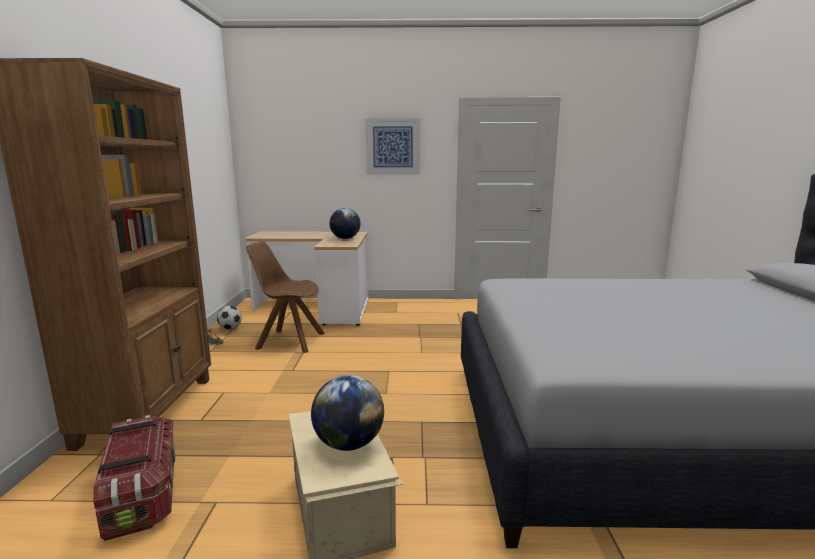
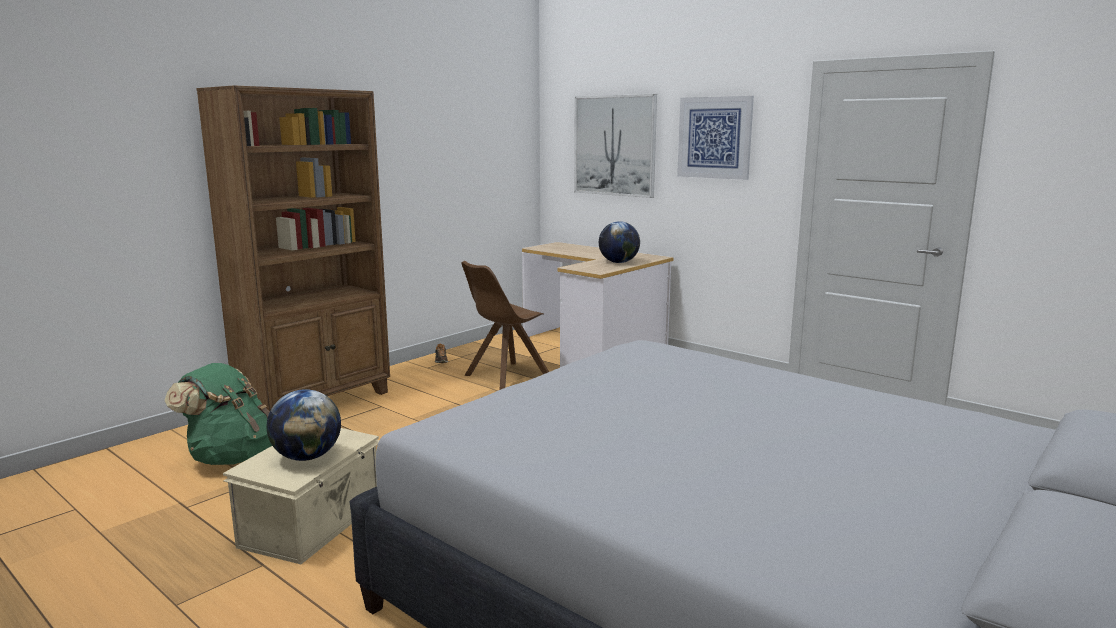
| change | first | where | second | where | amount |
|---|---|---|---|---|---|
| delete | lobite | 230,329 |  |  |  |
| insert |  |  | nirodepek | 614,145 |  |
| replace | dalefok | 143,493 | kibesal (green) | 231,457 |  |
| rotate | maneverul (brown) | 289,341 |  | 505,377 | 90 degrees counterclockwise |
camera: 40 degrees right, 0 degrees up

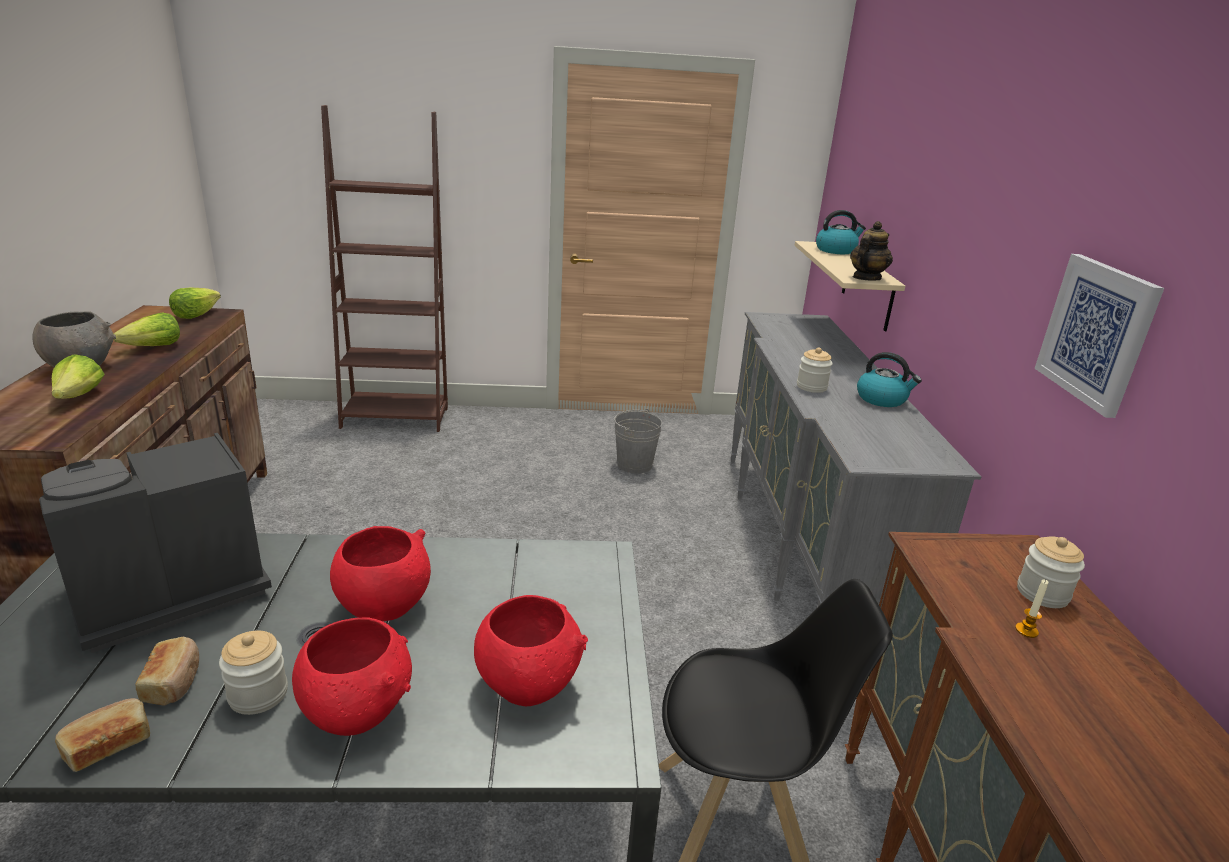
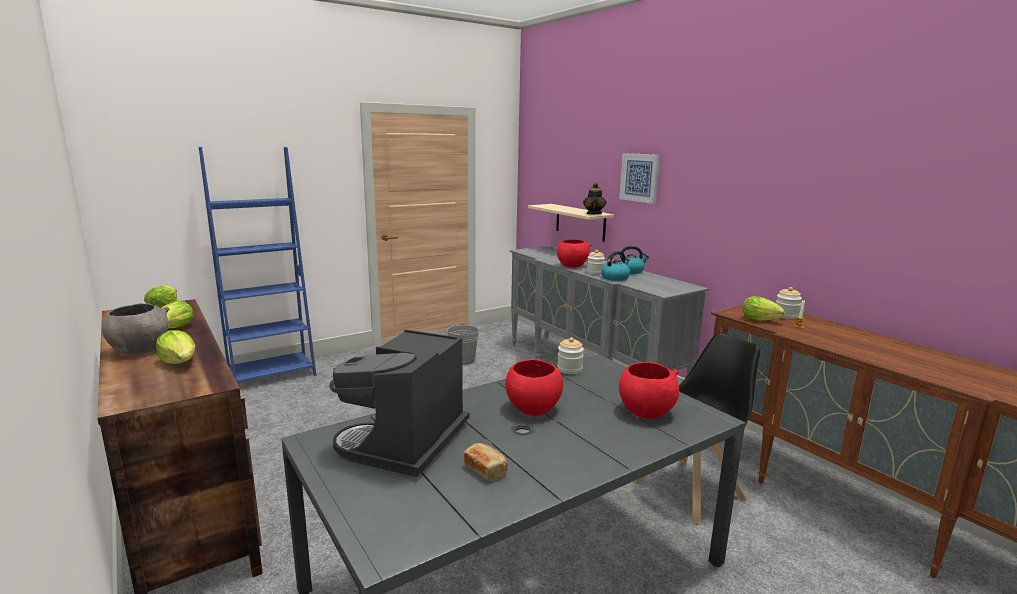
| change | first | where | second | where | amount |
|---|---|---|---|---|---|
| delete | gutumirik | 108,745 |  |  |  |
| insert |  |  | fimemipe | 761,320 |  |
| move | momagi | 258,694 |  | 569,369 |  |
| move | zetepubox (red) | 357,712 |  | 572,265 |  |
| move | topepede | 836,250 |  | 615,277 |  |
| move | nirodepek | 1097,332 |  | 640,177 |  |
| recolor | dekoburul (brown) | 395,417 | dekoburul (blue) | 272,375 |  |
camera: 30 degrees left, 10 degrees down

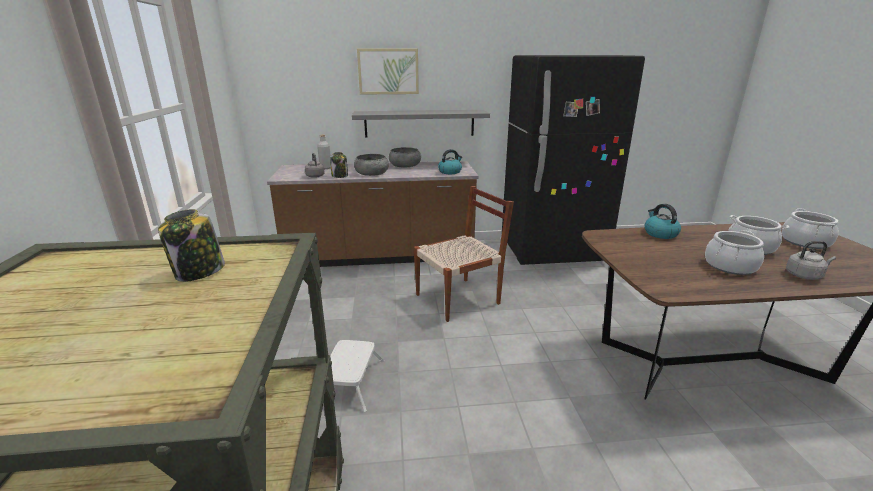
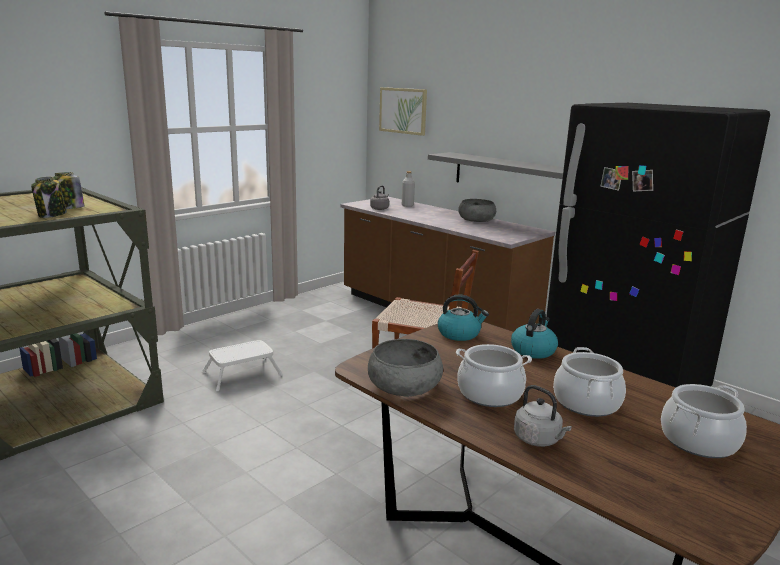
| change | first | where | second | where | amount |
|---|---|---|---|---|---|
| move | momagi | 340,176 |  | 52,215 |  |
| move | zetepubox (grey) | 371,173 |  | 404,385 |  |
| move | nirodepek | 388,71 |  | 403,110 |  |
| move | topepede | 450,172 |  | 459,334 |  |
camera: 50 degrees right, 5 degrees down

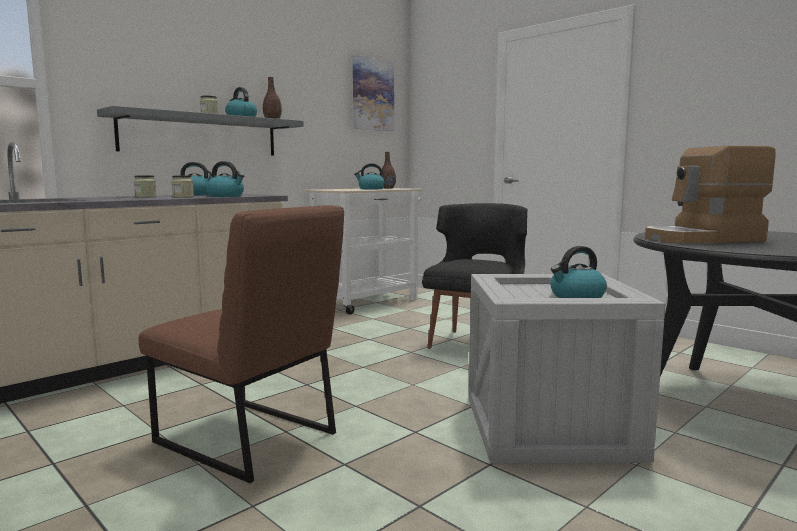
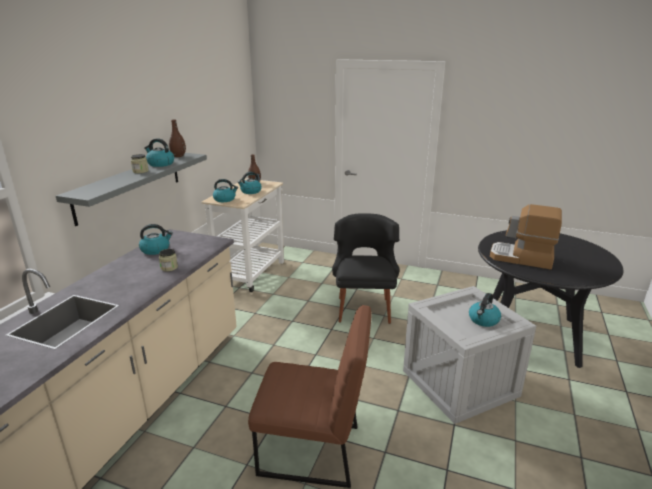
| change | first | where | second | where | amount |
|---|---|---|---|---|---|
| delete | momagi | 145,197 |  |  |  |
| delete | nirodepek | 372,94 |  |  |  |
| move | topepede | 226,196 |  | 225,199 |  |
| rotate | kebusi | 703,239 |  | 521,258 | 60 degrees clockwise |
camera: 25 degrees left, 15 degrees up

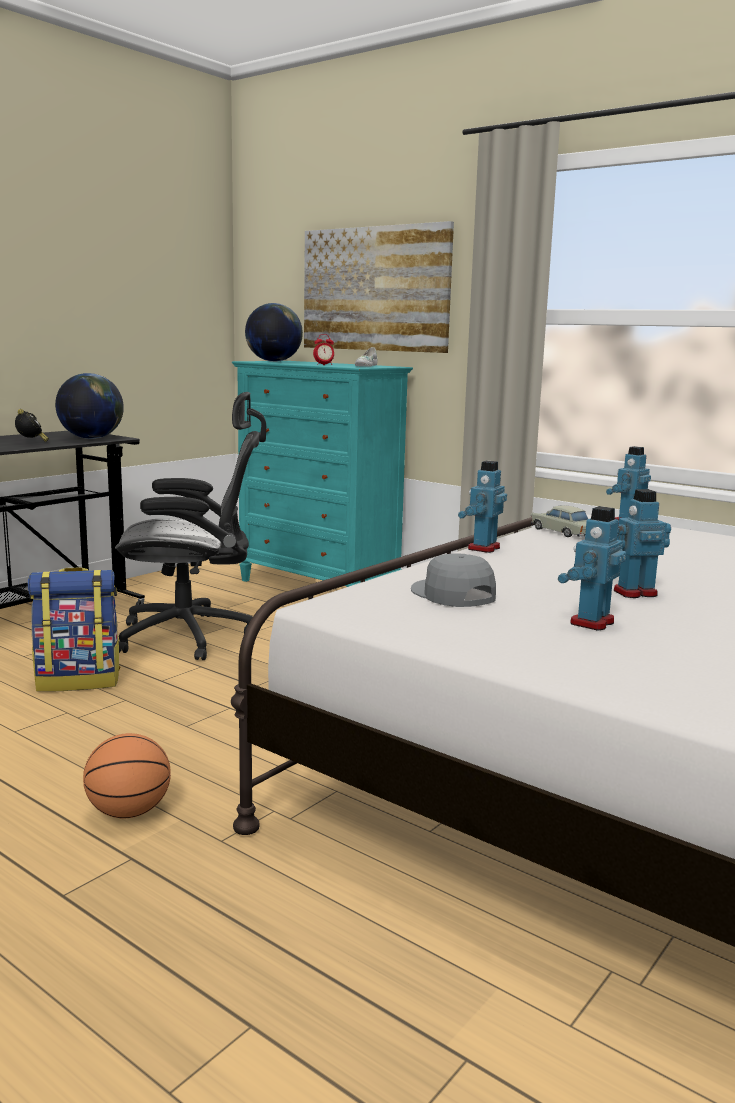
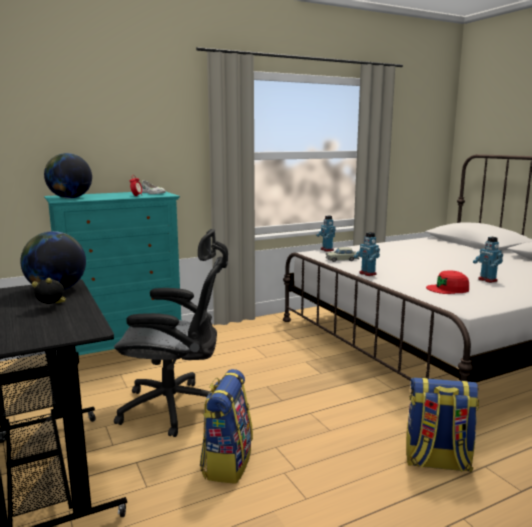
| change | first | where | second | where | amount |
|---|---|---|---|---|---|
| delete | nirodepek | 374,289 |  |  |  |
| delete | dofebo | 634,592 |  |  |  |
| replace | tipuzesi | 129,813 | kibesal | 437,462 |  |
| recolor | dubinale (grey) | 452,594 | dubinale (red) | 448,289 |  |
| rotate | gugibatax | 192,636 |  | 175,407 | 75 degrees clockwise |
camera: 65 degrees left, 0 degrees up

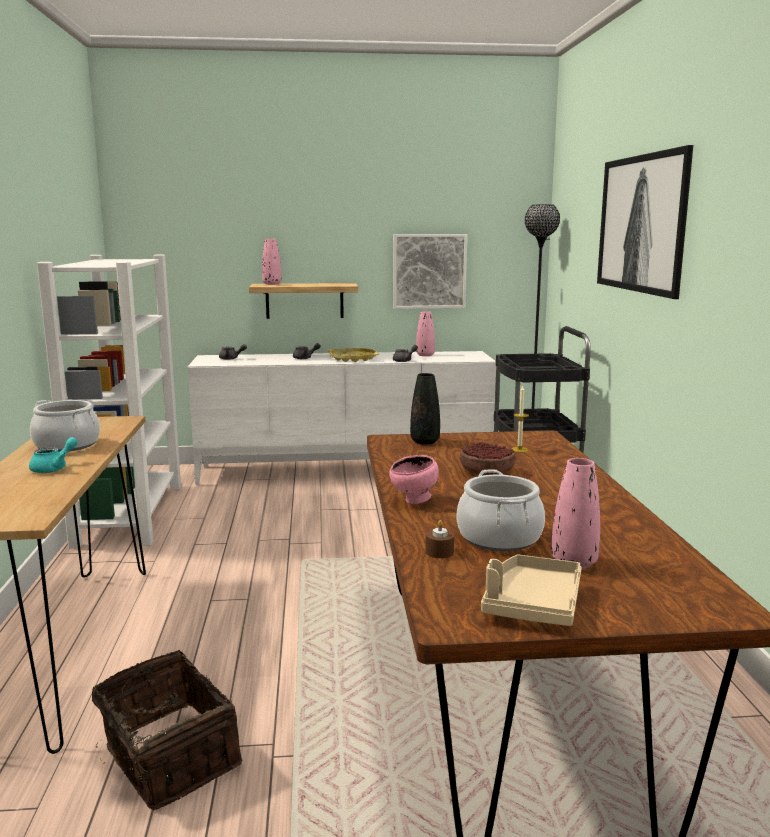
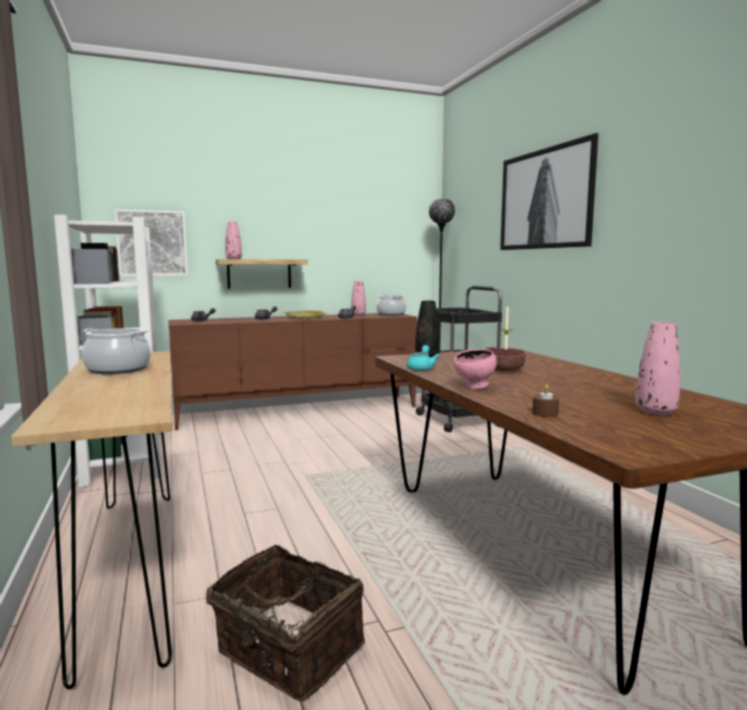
| change | first | where | second | where | amount |
|---|---|---|---|---|---|
| delete | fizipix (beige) | 532,604 |  |  |  |
| move | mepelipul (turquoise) | 54,468 |  | 422,368 |  |
| move | nirodepek | 429,271 |  | 152,243 |  |
| move | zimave | 499,537 |  | 391,314 |  |
| recolor | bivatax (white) | 346,471 | bivatax (brown) | 299,411 |  |
camera: 15 degrees left, 5 degrees down

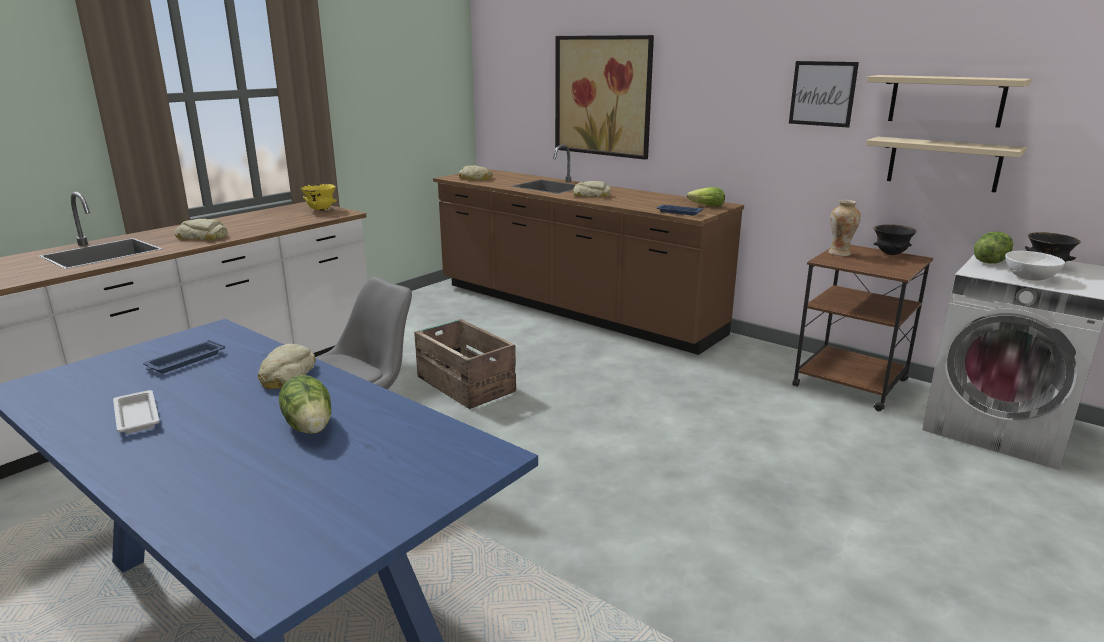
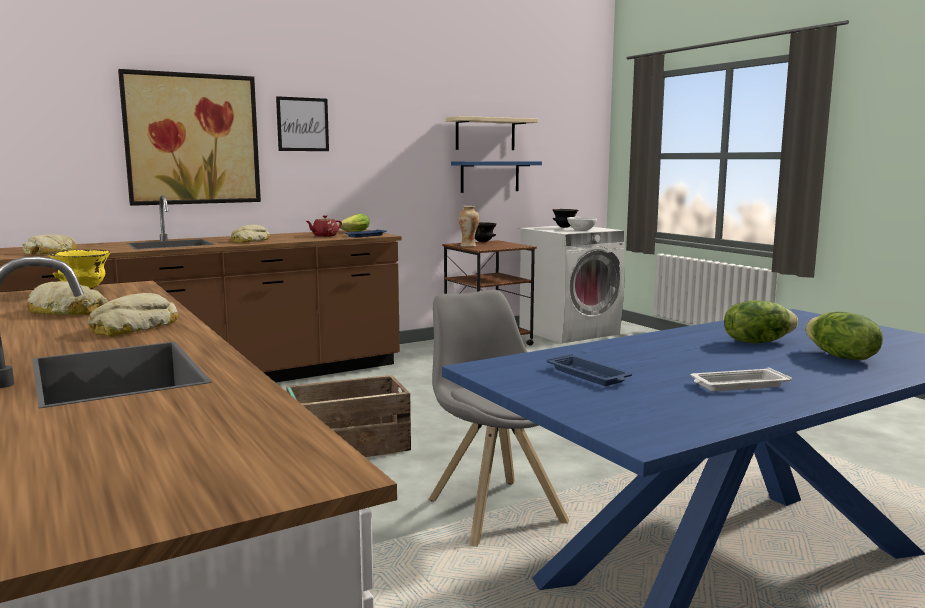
| change | first | where | second | where | amount |
|---|---|---|---|---|---|
| insert |  |  | mepelipul (red) | 324,236 |  |
| move | gutumirik | 286,375 |  | 67,311 |  |
| move | nirodepek | 822,93 |  | 302,124 |  |
| move | fimemipe | 990,261 |  | 840,357 |  |
| recolor | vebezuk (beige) | 943,164 | vebezuk (blue) | 490,176 |  |
camera: 70 degrees left, 10 degrees down

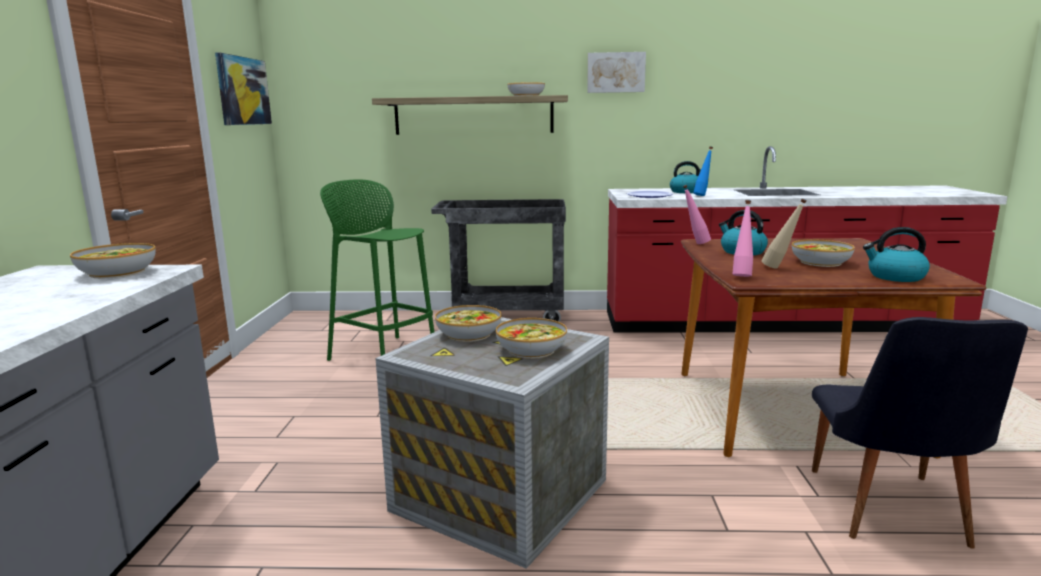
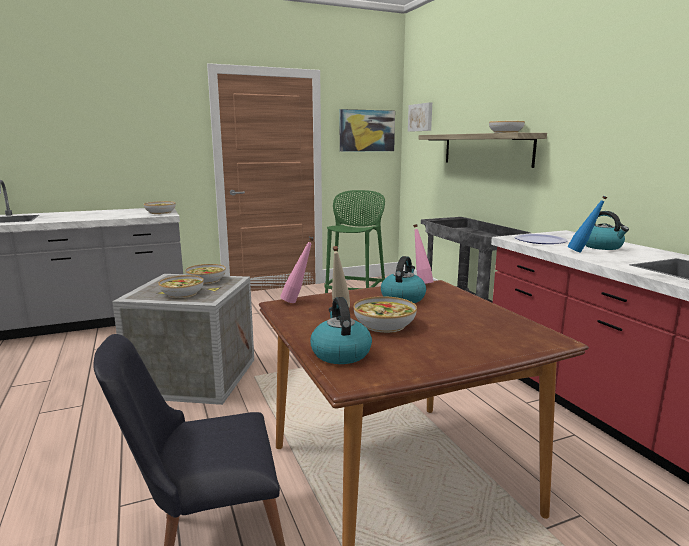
| change | first | where | second | where | amount |
|---|---|---|---|---|---|
| move | nirodepek | 616,72 |  | 421,117 |  |
camera: 65 degrees right, 0 degrees up

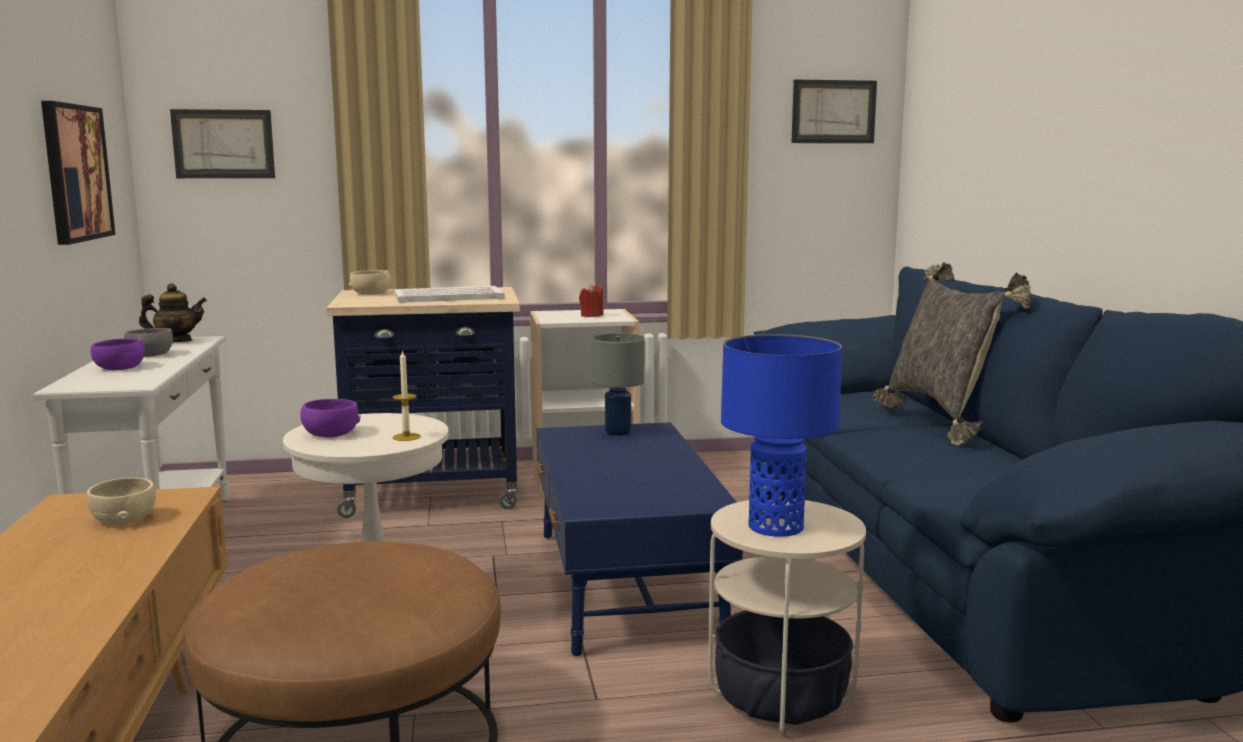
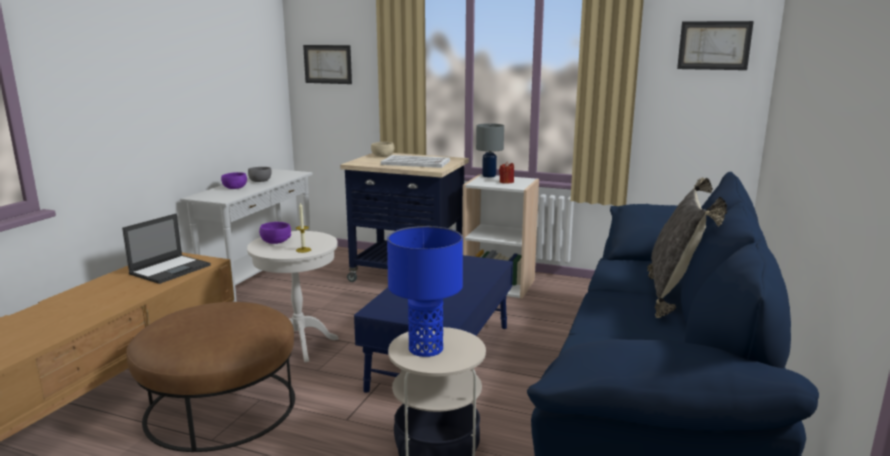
| change | first | where | second | where | amount |
|---|---|---|---|---|---|
| delete | nirodepek | 75,173 |  |  |  |
| delete | mepelipul | 176,341 |  |  |  |
| move | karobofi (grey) | 617,432 |  | 489,176 |  |
| replace | zetepubox (beige) | 123,519 | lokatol | 171,269 |  |
camera: 30 degrees right, 5 degrees up

